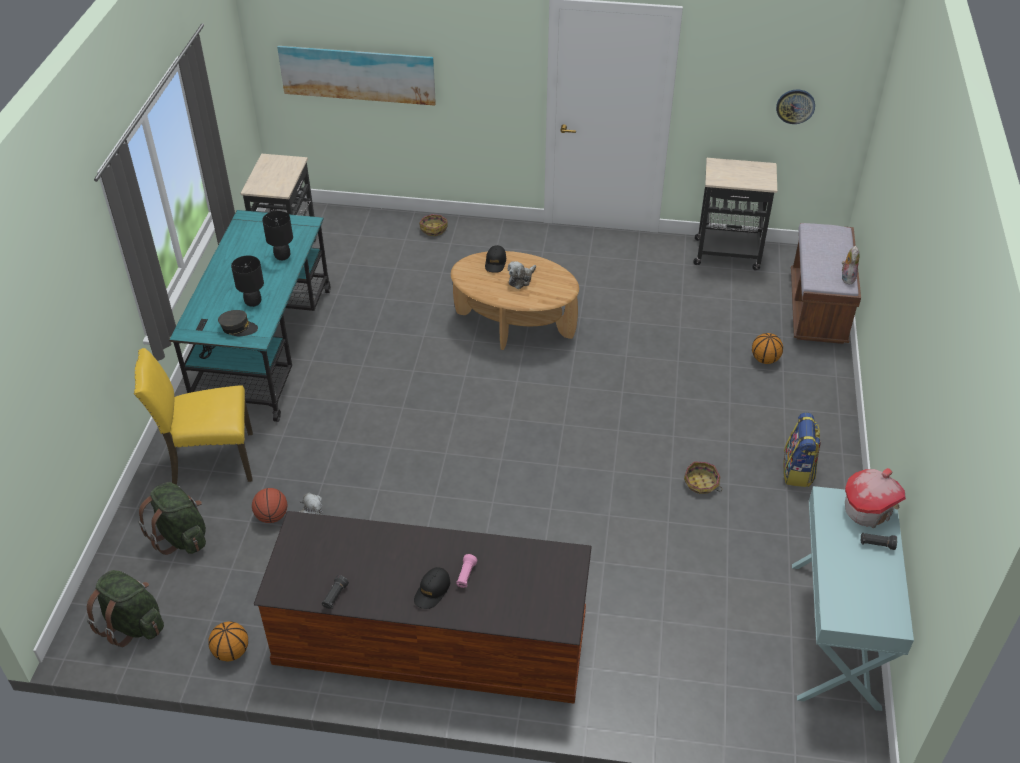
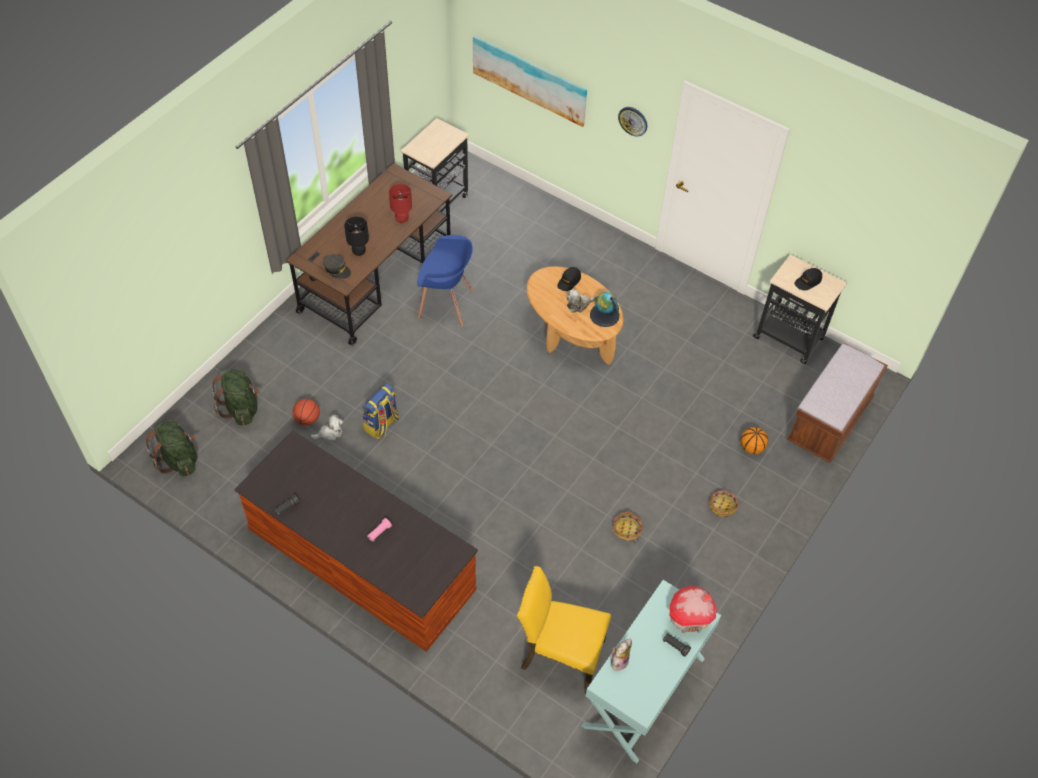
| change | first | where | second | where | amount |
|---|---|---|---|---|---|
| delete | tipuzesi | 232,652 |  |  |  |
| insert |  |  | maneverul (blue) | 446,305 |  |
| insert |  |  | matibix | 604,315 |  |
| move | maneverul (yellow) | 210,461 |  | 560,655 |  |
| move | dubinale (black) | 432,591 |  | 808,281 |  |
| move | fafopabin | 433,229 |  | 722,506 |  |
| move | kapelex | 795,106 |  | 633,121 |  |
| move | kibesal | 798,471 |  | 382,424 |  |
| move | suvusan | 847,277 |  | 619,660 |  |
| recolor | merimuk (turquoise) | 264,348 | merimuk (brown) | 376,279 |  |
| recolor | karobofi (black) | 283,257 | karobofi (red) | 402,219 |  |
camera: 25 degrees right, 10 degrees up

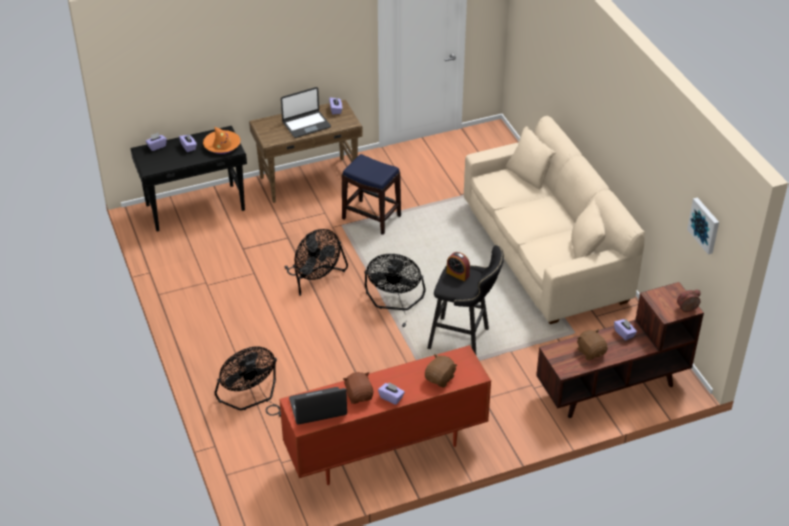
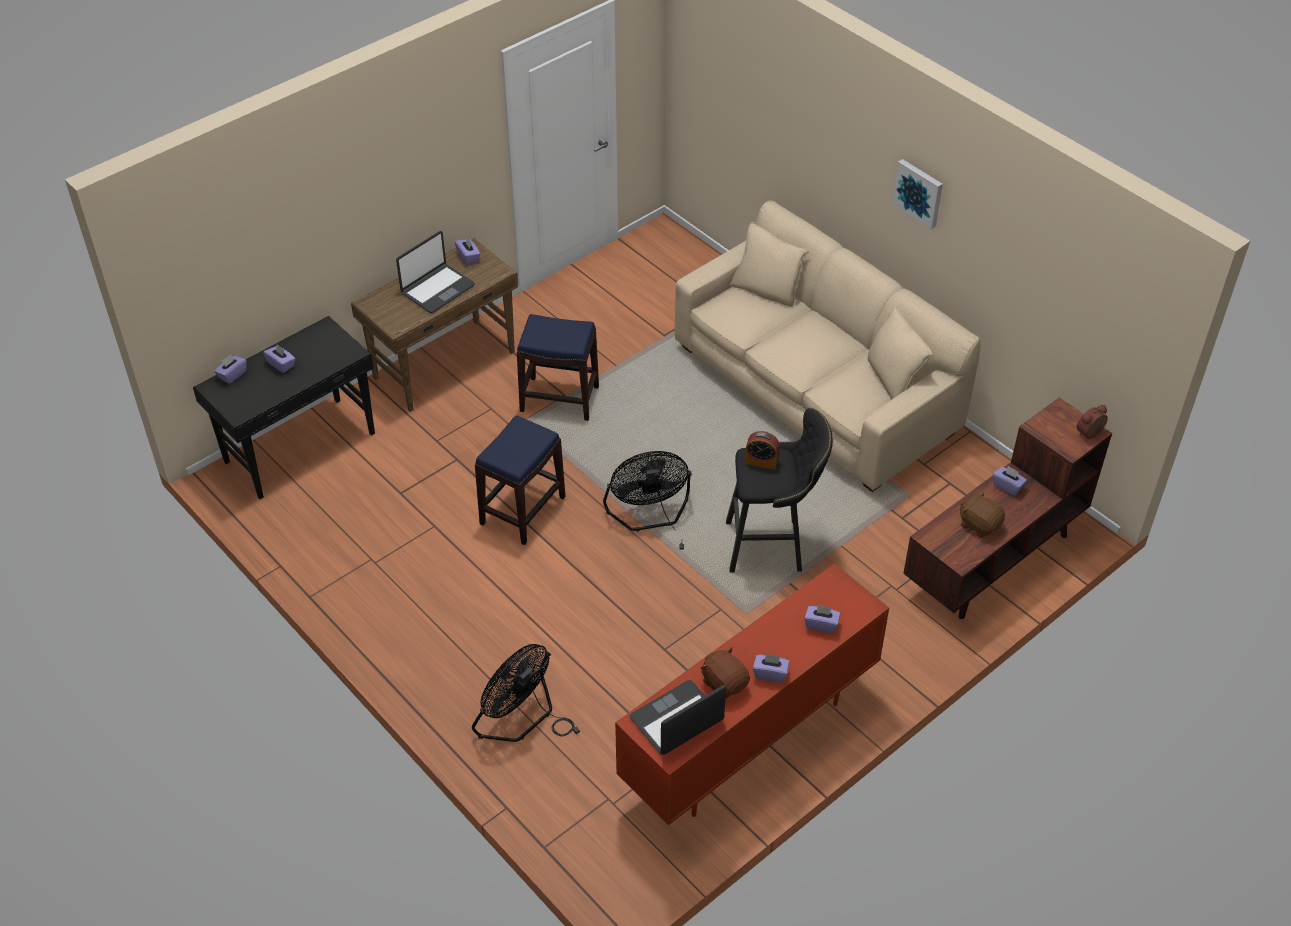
| change | first | where | second | where | amount |
|---|---|---|---|---|---|
| delete | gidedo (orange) | 222,145 |  |  |  |
| move | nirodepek | 705,225 |  | 919,192 |  |
| replace | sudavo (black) | 313,278 | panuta | 523,510 |  |
| replace | suvusan (brown) | 440,378 | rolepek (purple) | 821,624 |  |
camera: 20 degrees left, 5 degrees up

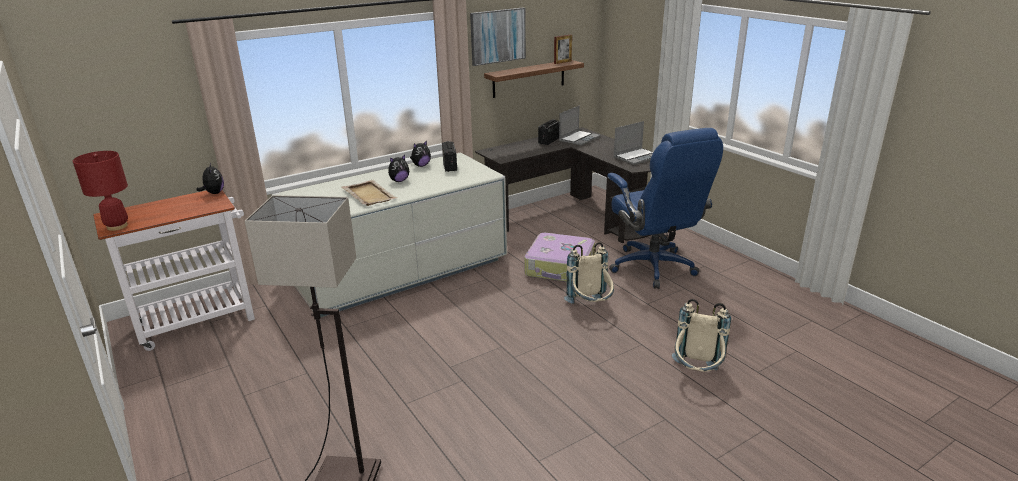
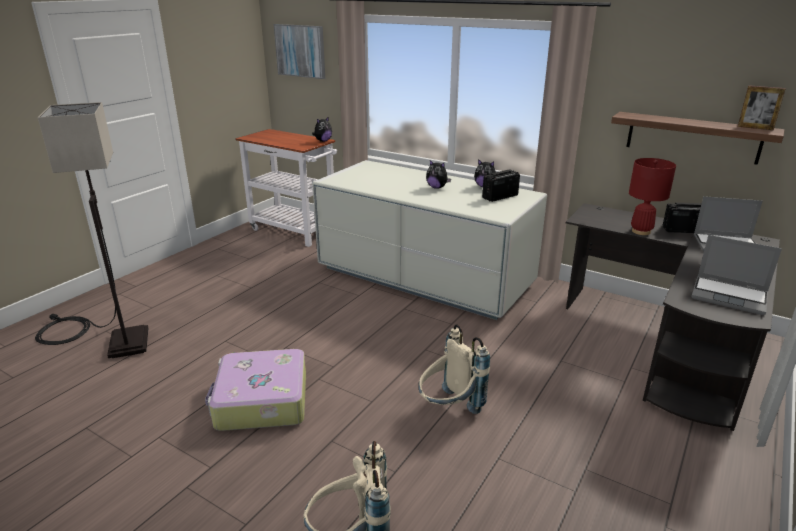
| change | first | where | second | where | amount |
|---|---|---|---|---|---|
| delete | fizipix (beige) | 369,194 |  |  |  |
| delete | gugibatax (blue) | 653,268 |  |  |  |
| move | karobofi (red) | 117,226 |  | 641,231 |  |
| move | nirodepek | 497,36 |  | 300,51 |  |
| move | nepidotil | 560,268 |  | 261,401 |  |
camera: 65 degrees right, 0 degrees up

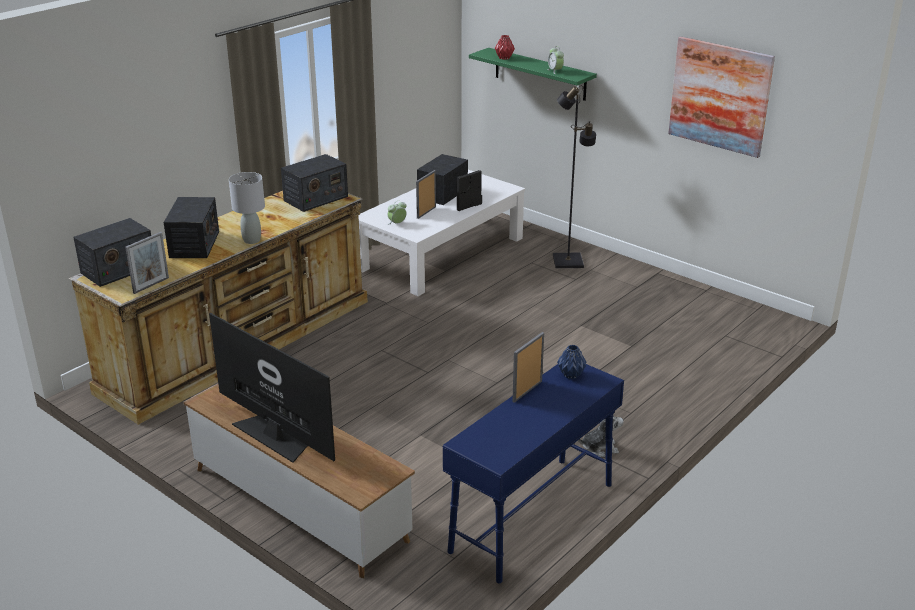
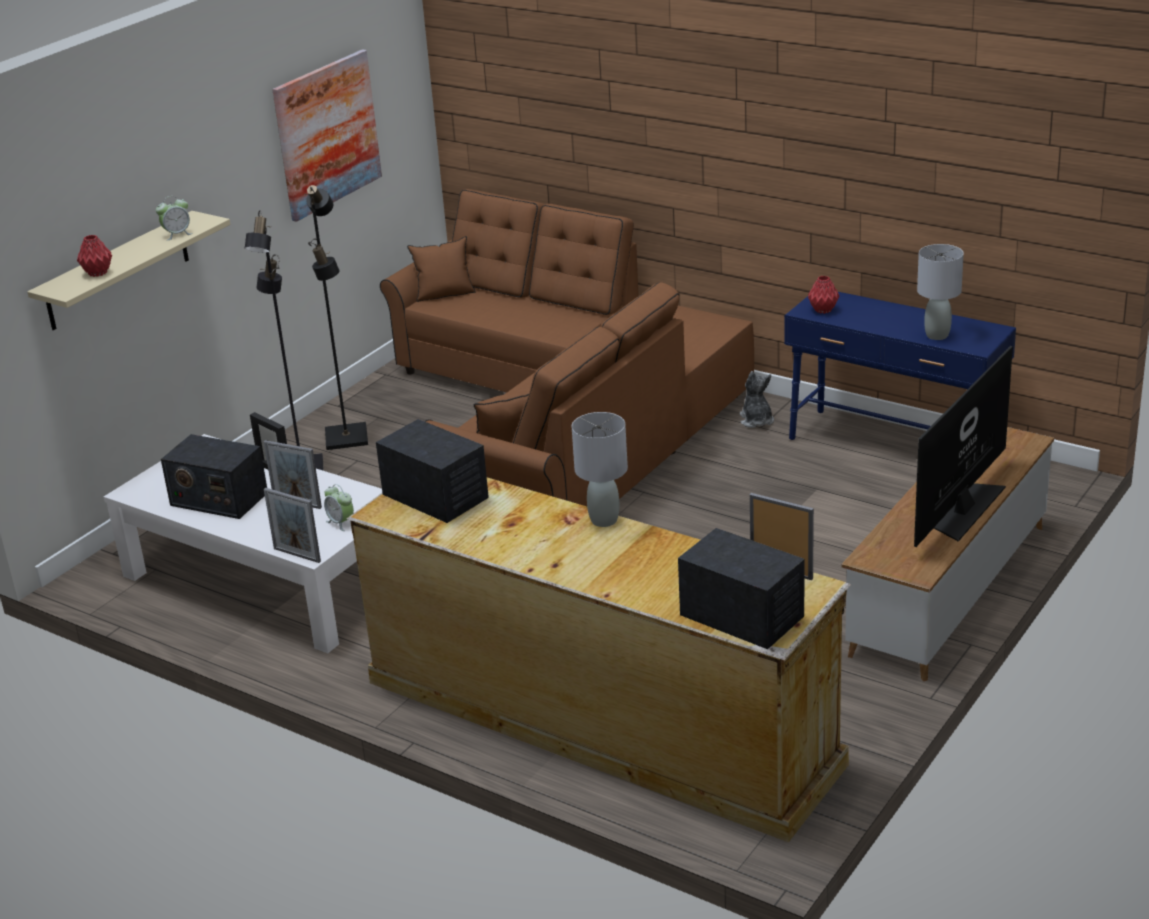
| change | first | where | second | where | amount |
|---|---|---|---|---|---|
| delete | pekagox | 194,244 |  |  |  |
| insert |  |  | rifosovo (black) | 346,438 |  |
| insert |  |  | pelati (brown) | 566,422 |  |
| insert |  |  | karobofi (grey) | 936,335 |  |
| move | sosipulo | 527,391 |  | 297,555 |  |
| recolor | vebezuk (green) | 540,74 | vebezuk (beige) | 117,271 |  |
| recolor | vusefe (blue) | 570,375 | vusefe (red) | 823,310 |  |
camera: 95 degrees left, 0 degrees up

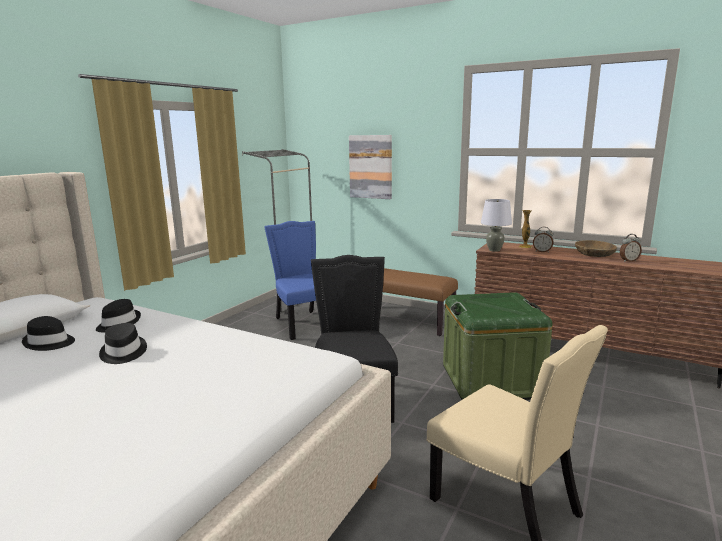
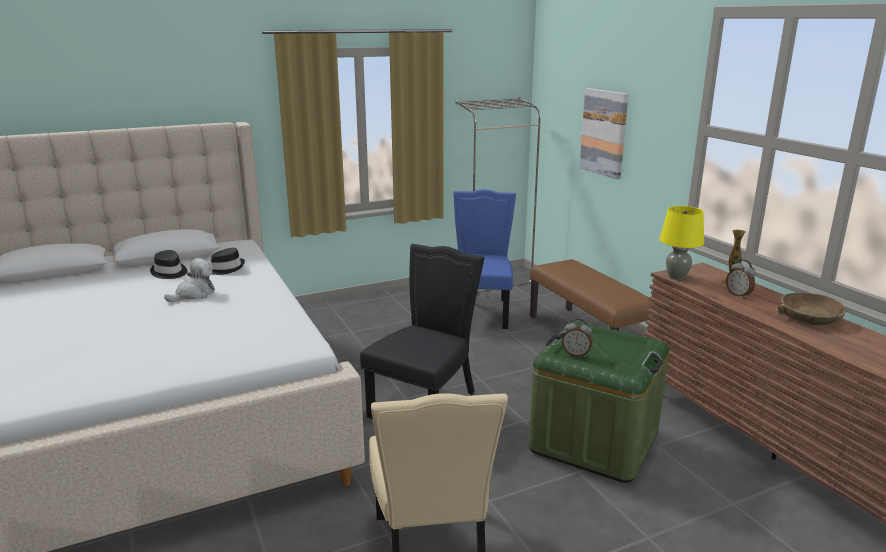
| change | first | where | second | where | amount |
|---|---|---|---|---|---|
| move | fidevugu | 628,261 |  | 576,354 |  |
| replace | gidedo (black) | 123,352 | suvusan | 194,294 |  |
| recolor | karobofi (grey) | 494,250 | karobofi (yellow) | 676,277 |  |
camera: 35 degrees right, 5 degrees up

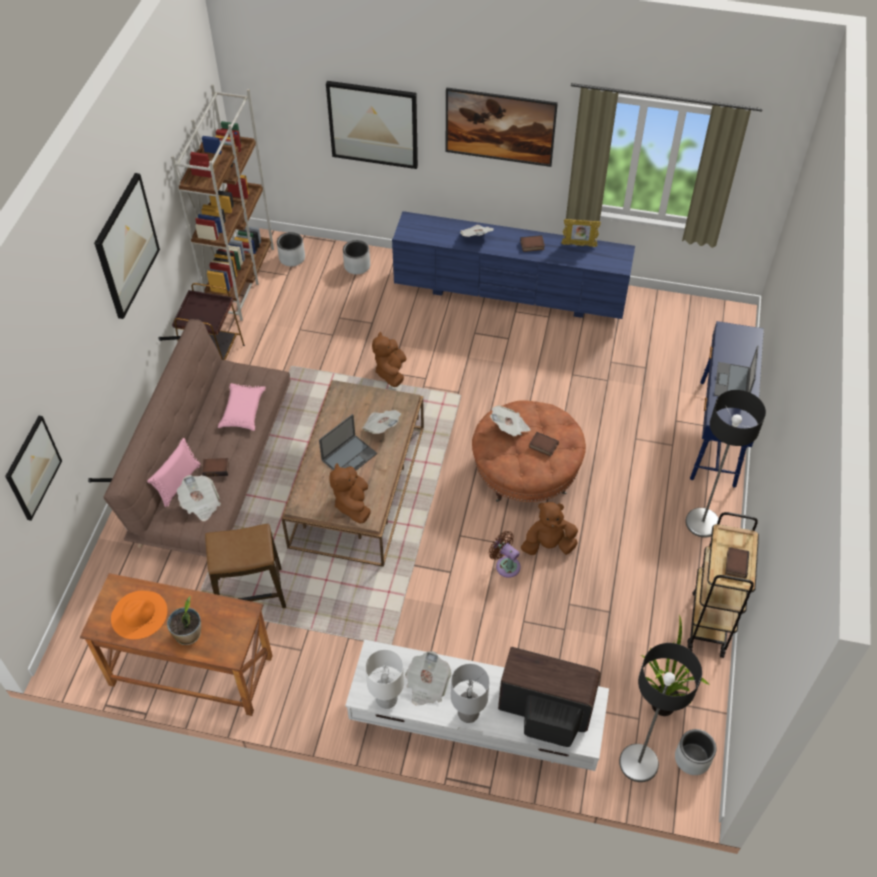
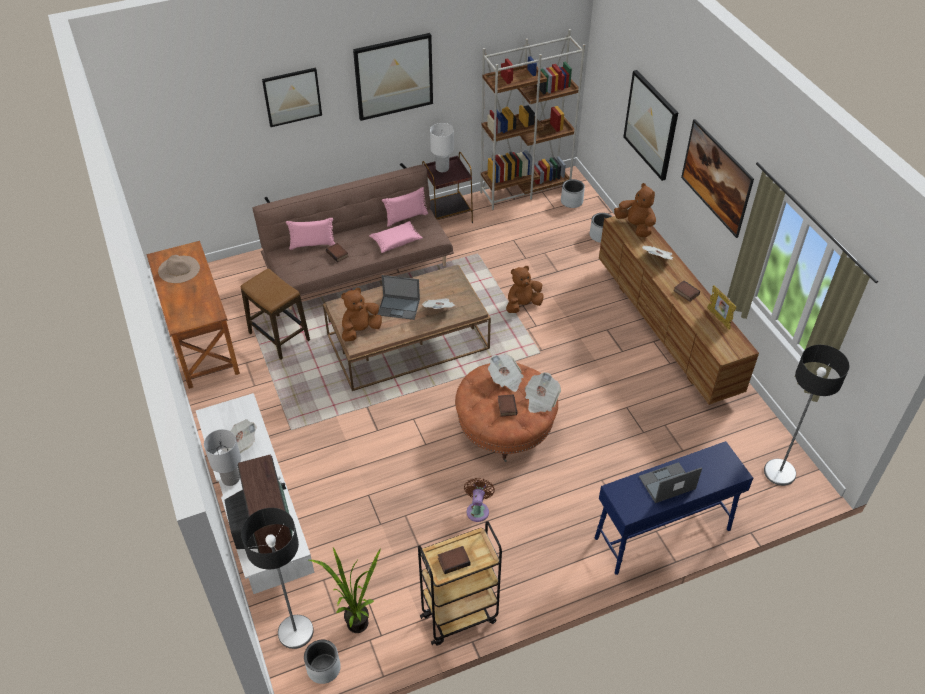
| change | first | where | second | where | amount |
|---|---|---|---|---|---|
| delete | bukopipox | 188,634 |  |  |  |
| insert |  |  | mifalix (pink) | 406,217 |  |
| move | nirodepek | 33,468 |  | 292,97 |  |
| move | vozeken | 200,504 |  | 540,400 |  |
| move | karobofi (white) | 387,701 |  | 442,169 |  |
| move | sudavo (brown) | 505,565 |  | 478,509 |  |
| move | suvusan (brown) | 548,545 |  | 635,226 |  |
| move | rifosovo | 702,523 |  | 779,473 |  |
| recolor | gidedo (orange) | 139,614 | gidedo (beige) | 179,269 |  |
| recolor | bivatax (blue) | 509,295 | bivatax (brown) | 665,330 |  |
camera: 55 degrees right, 5 degrees down

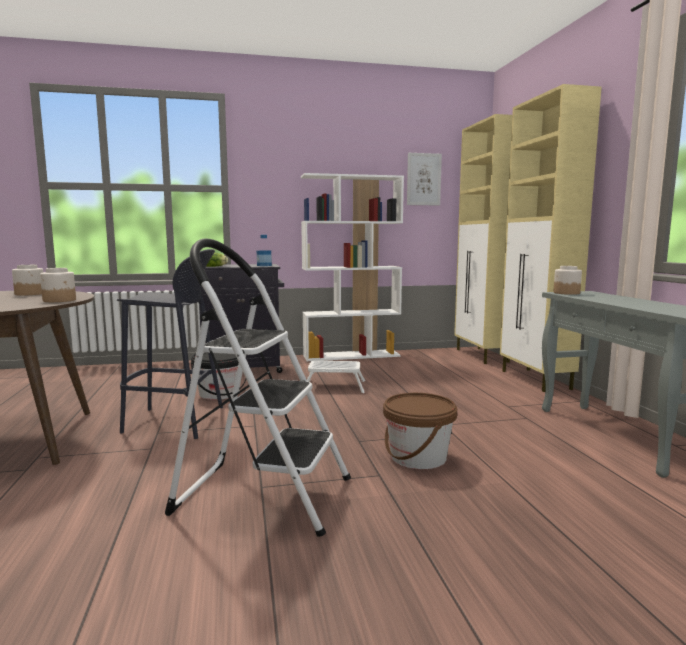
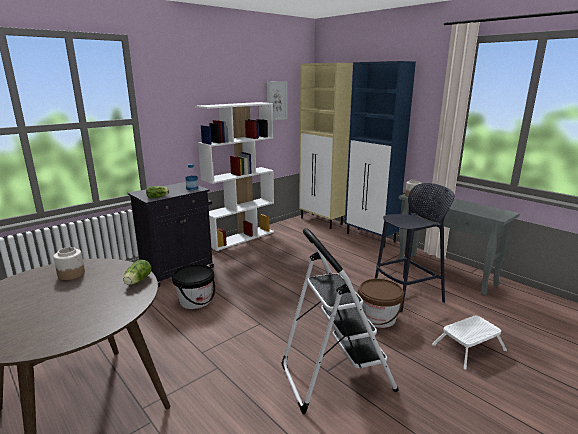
| change | first | where | second | where | amount |
|---|---|---|---|---|---|
| move | panuta (grey) | 176,421 |  | 406,294 |  |
| move | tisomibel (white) | 334,386 |  | 469,348 |  |
| replace | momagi | 60,300 | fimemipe | 137,281 |  |
| recolor | bivatax (beige) | 535,380 | bivatax (blue) | 371,238 |  |
camera: 30 degrees left, 10 degrees up

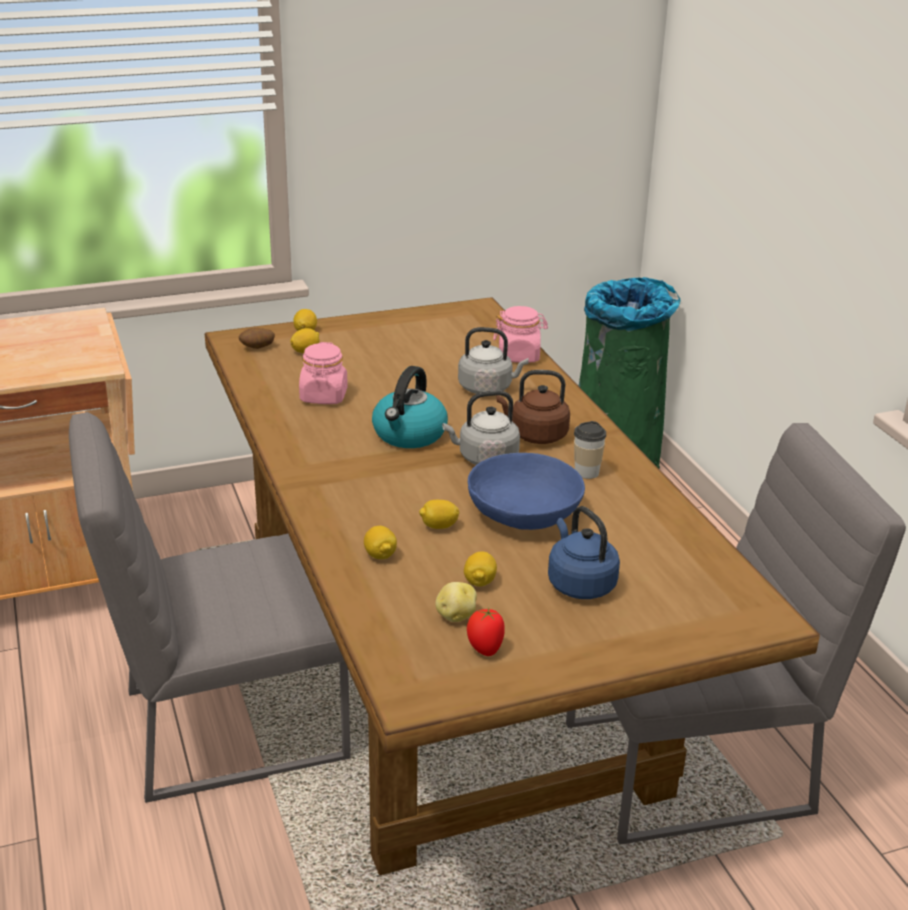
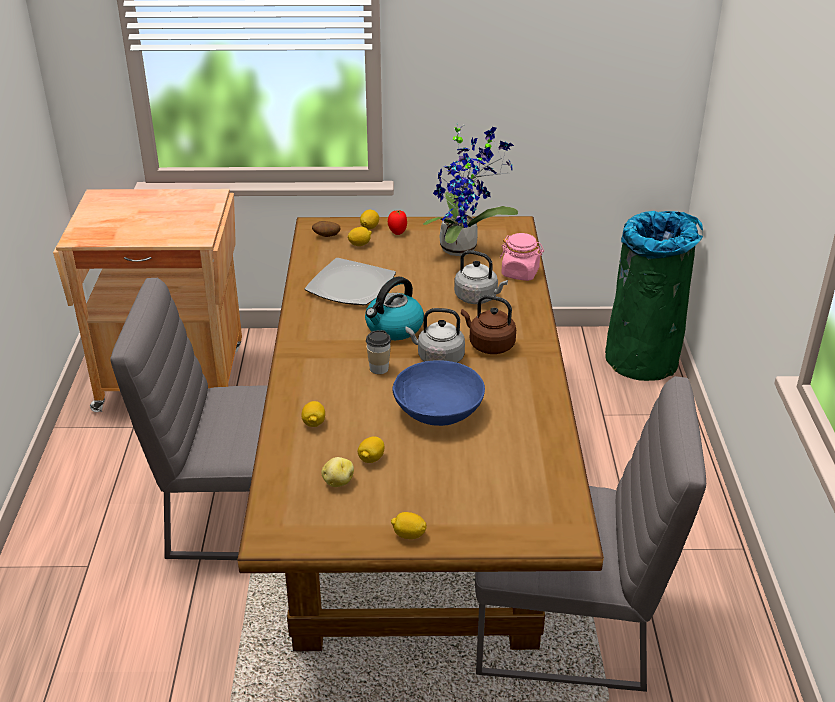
| change | first | where | second | where | amount |
|---|---|---|---|---|---|
| delete | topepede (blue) | 579,583 |  |  |  |
| insert |  |  | bukopipox | 463,248 |  |
| move | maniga | 439,526 |  | 408,535 |  |
| move | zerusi | 484,649 |  | 397,232 |  |
| move | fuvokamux | 586,472 |  | 379,368 |  |
| replace | momagi (pink) | 324,396 | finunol | 350,285 |  |
camera: 20 degrees right, 5 degrees up

